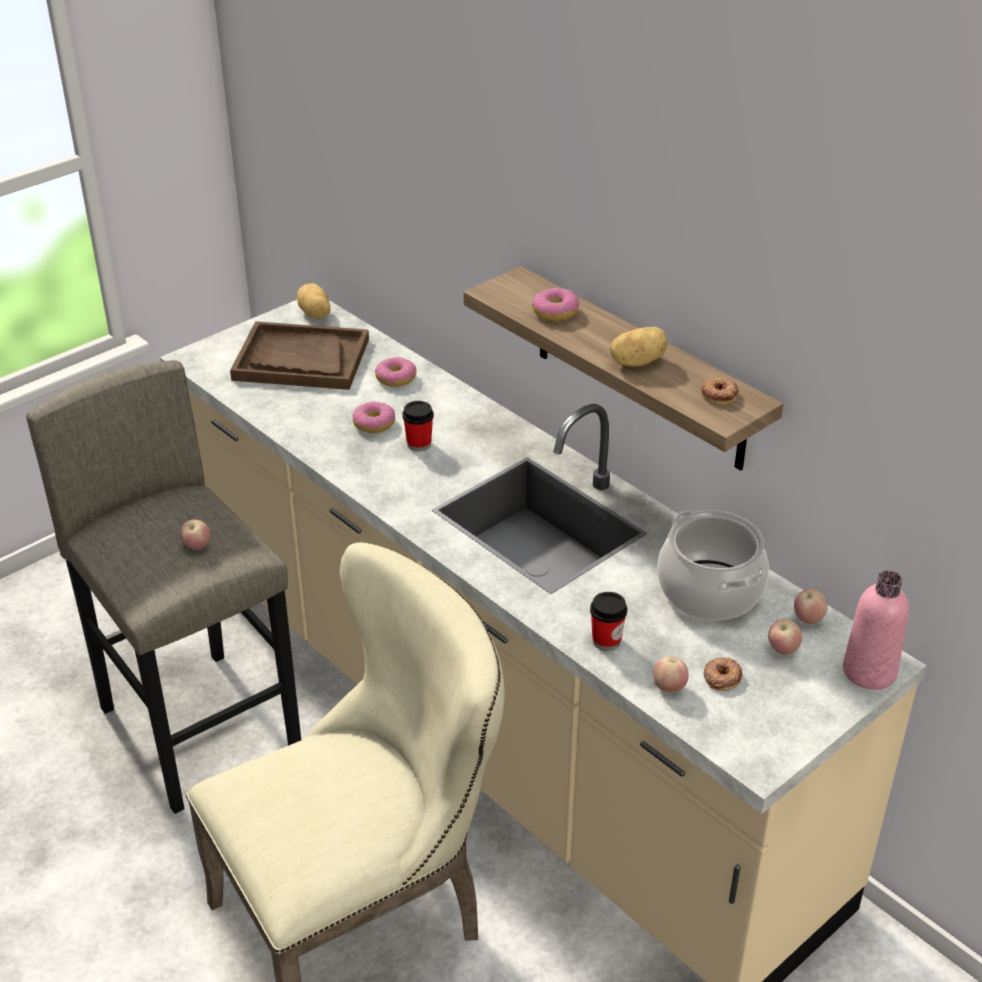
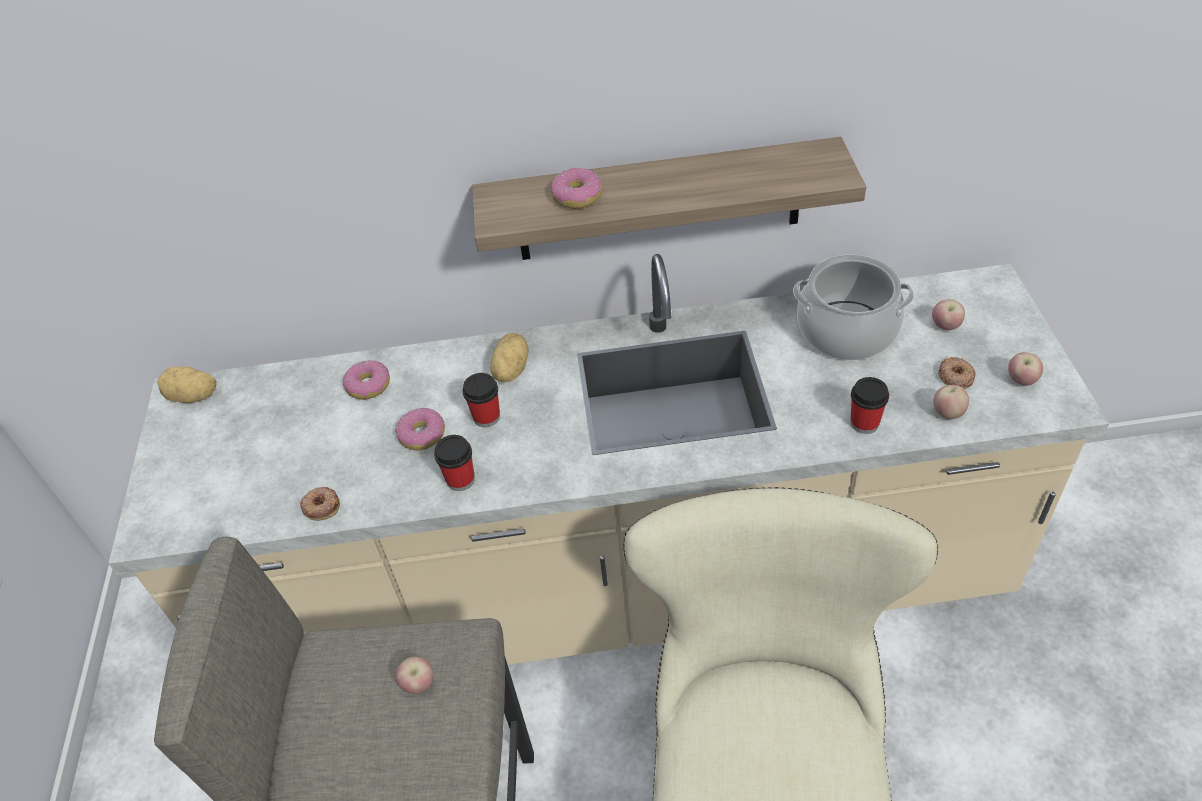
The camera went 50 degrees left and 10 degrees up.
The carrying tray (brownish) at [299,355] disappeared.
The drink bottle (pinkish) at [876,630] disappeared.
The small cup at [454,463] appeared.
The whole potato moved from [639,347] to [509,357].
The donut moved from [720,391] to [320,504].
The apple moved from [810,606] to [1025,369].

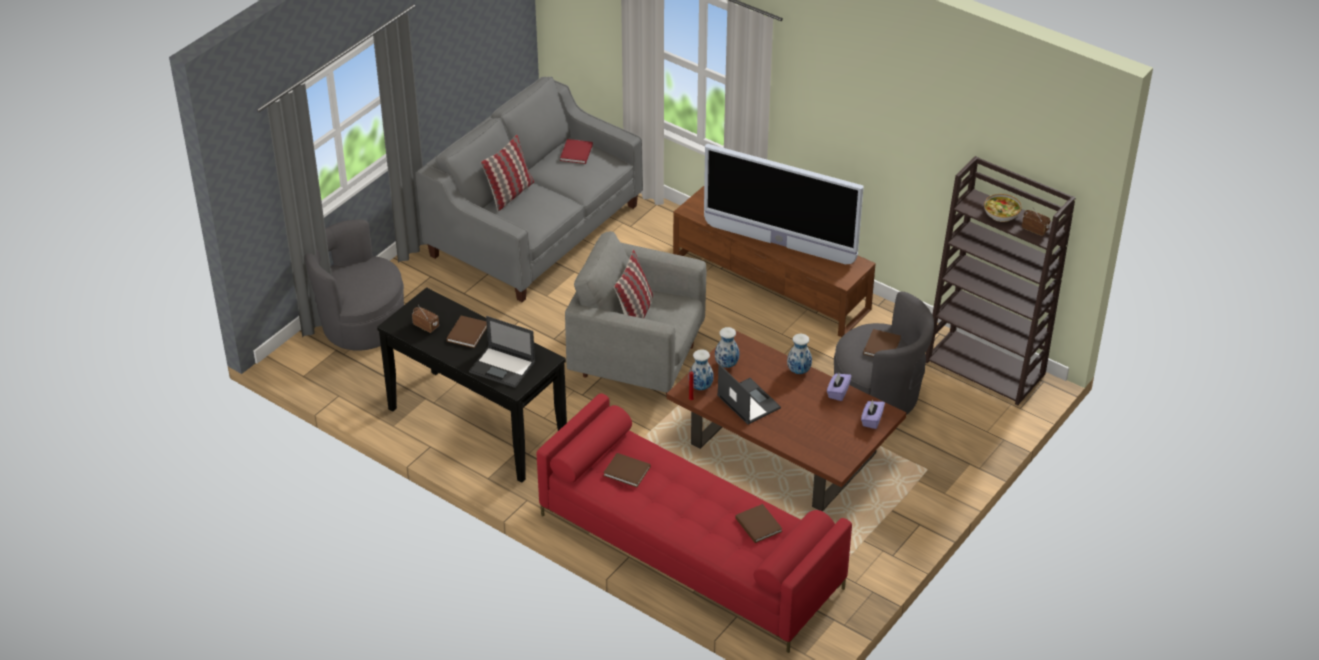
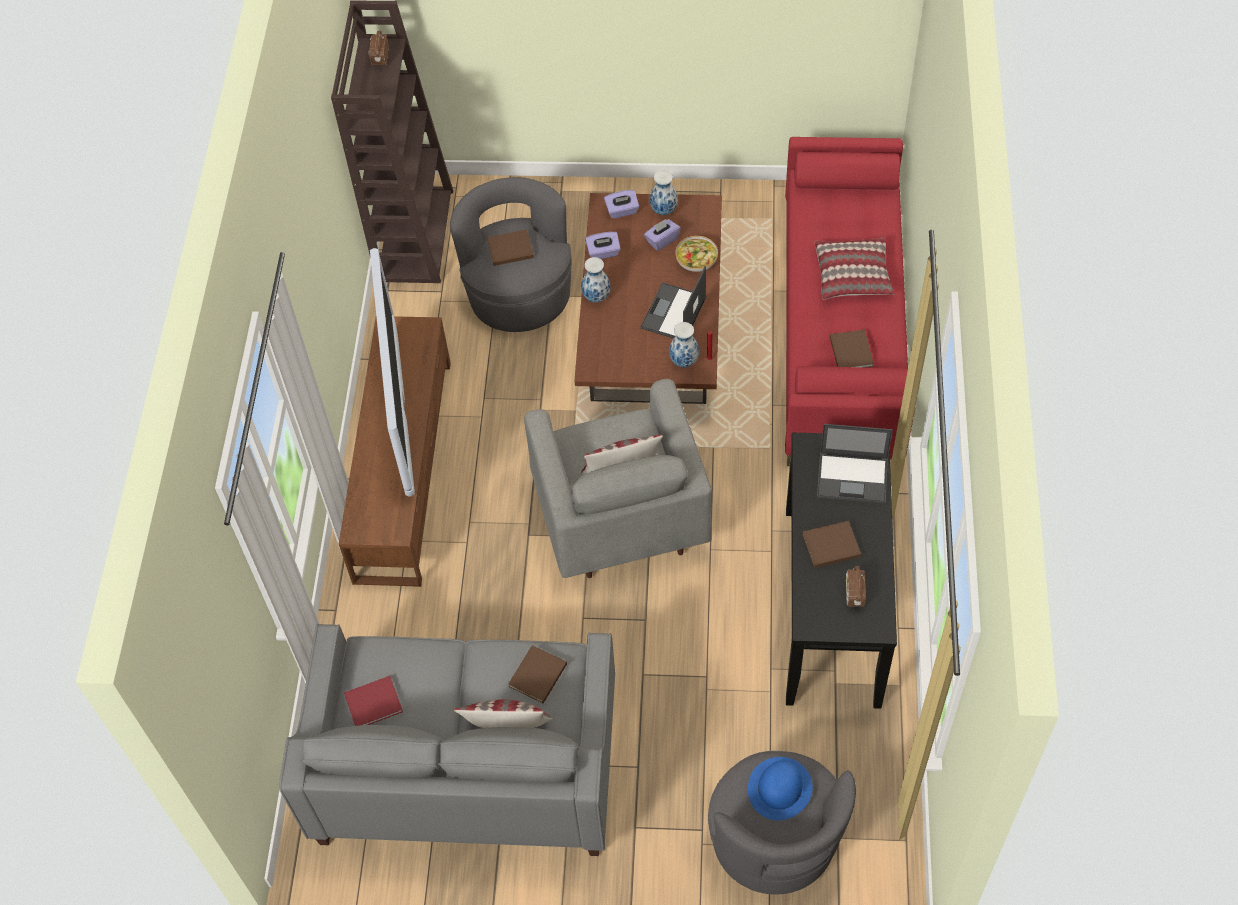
The camera went 120 degrees left and 15 degrees up.
The box of tissues (purplish) at [662,235] appeared.
The hat (bluish) at [780,788] appeared.
The pillow at [855,268] appeared.
The flower vase moved from [727,347] to [664,192].
The bound book (brownish) moved from [758,523] to [537,674].
The bowl moved from [1003,208] to [697,254].
The laptop at [502,352] turned 105 degrees clockwise.

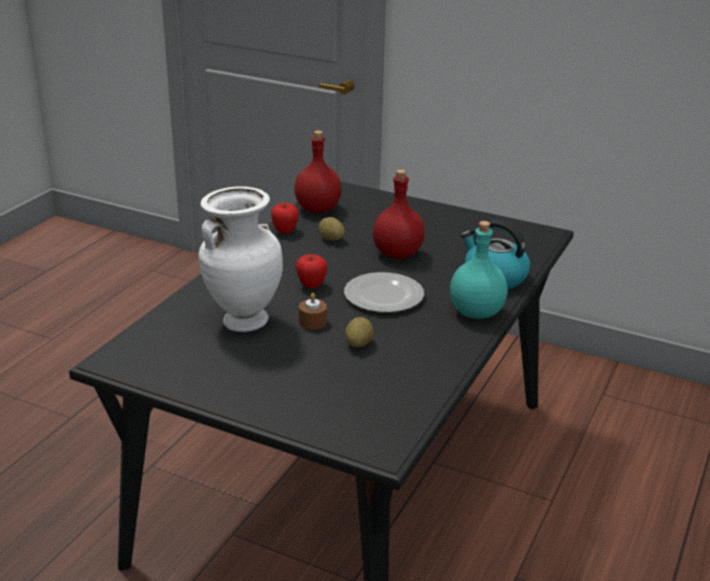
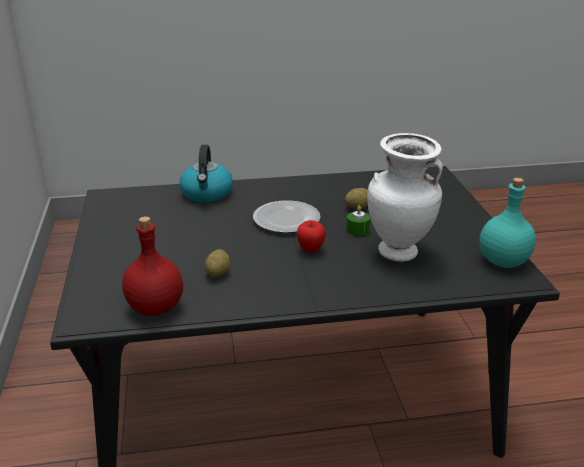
The camera went 125 degrees left and 0 degrees up.
The apple at [285,218] disappeared.
The drink bottle (red-coloured) at [399,214] disappeared.
The drink bottle (blue-green) moved from [479,270] to [507,223].
The wax light (brownish) at [313,311] became the wax light (green) at [358,220].

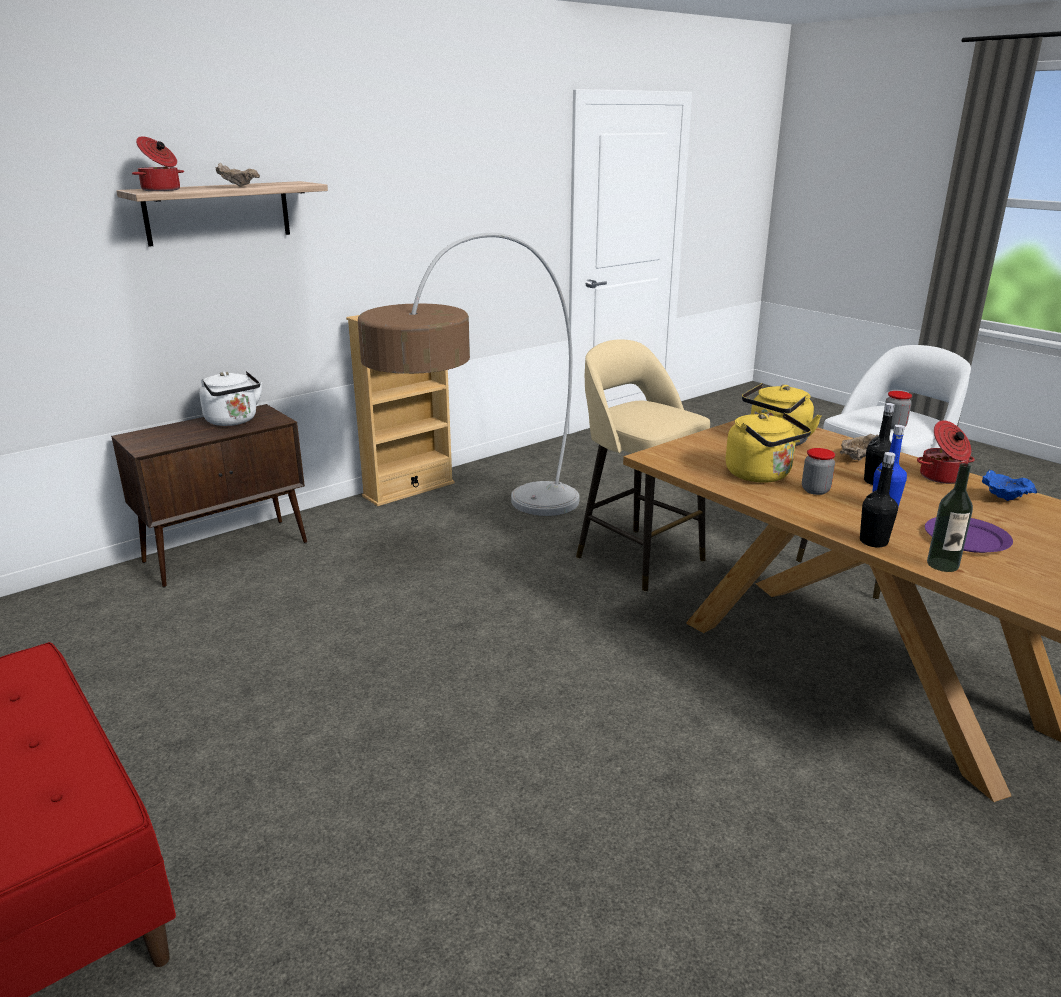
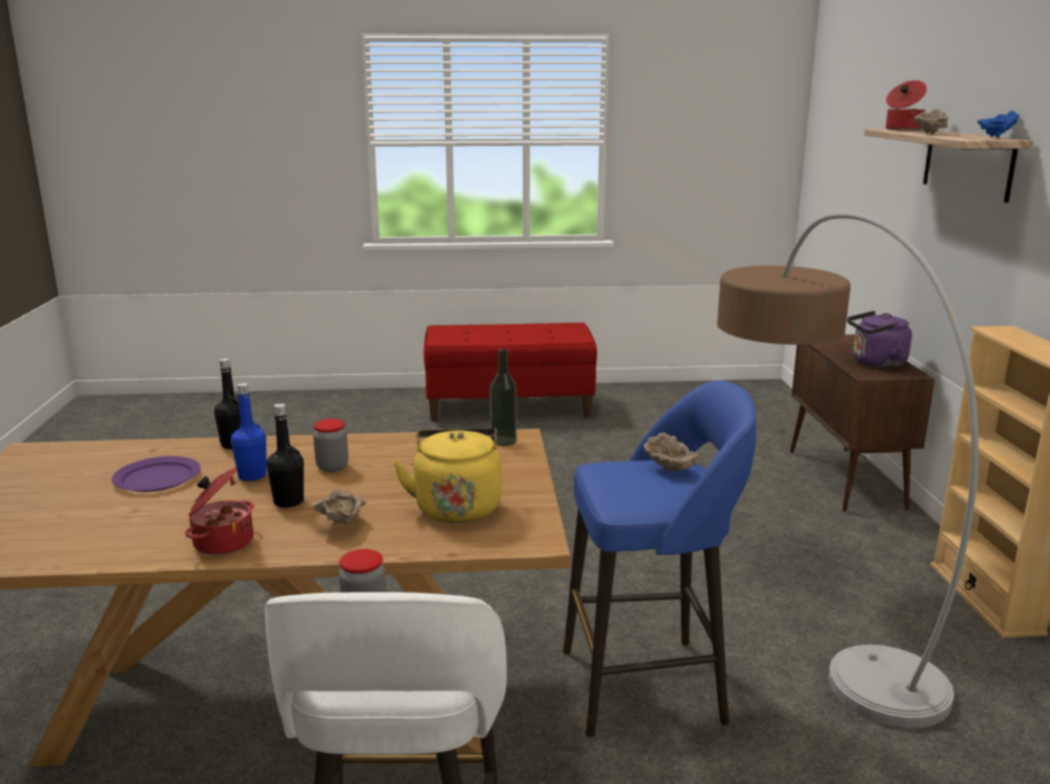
The camera went 125 degrees right and 5 degrees down.
The water kettle (yellow) at [768,448] disappeared.
The bowl (sand-coloured) at [671,451] appeared.
The drink bottle moved from [950,517] to [503,397].
The bowl (bluish) moved from [1009,485] to [998,124].
The water kettle (white) at [230,398] became the water kettle (purplish) at [879,339].
The stool seat (sand-coloured) at [643,465] became the stool seat (bluish) at [659,559].

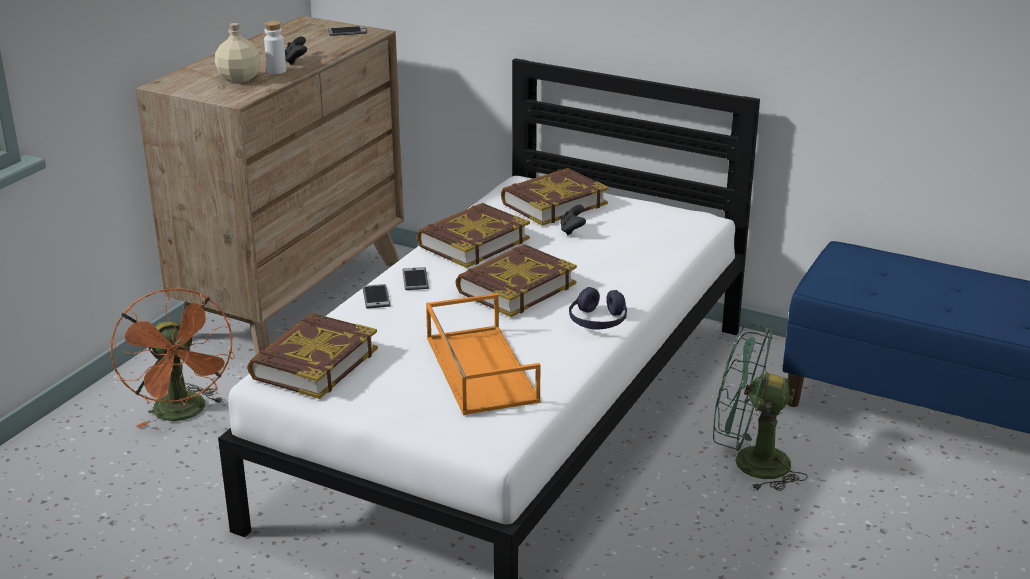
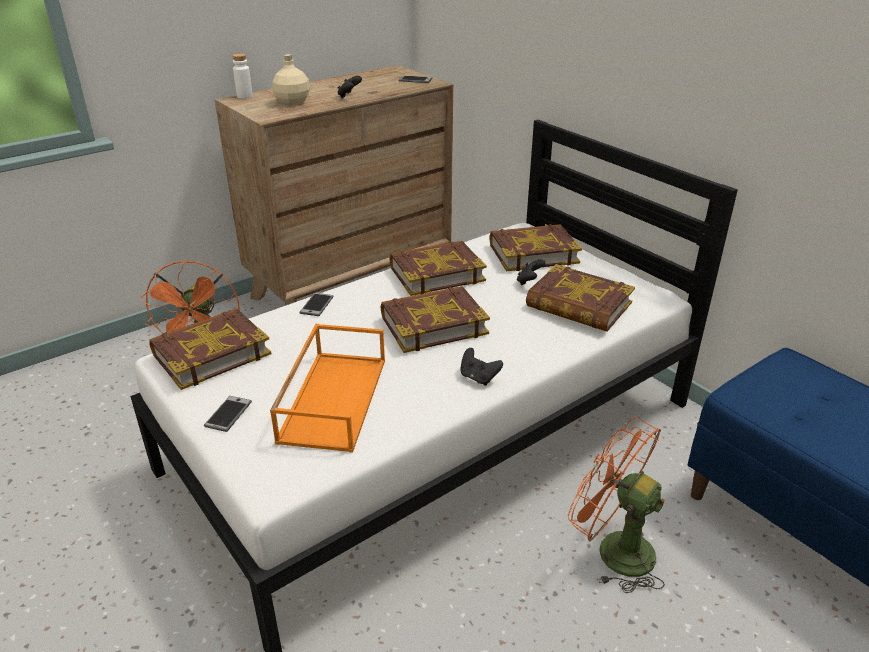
The camera went 25 degrees right and 5 degrees up.
The bound book at [580,298] appeared.
The drink bottle (white) moved from [275,47] to [243,76].
The telephone moved from [415,278] to [228,414].
The headphones (purplish) at [598,308] was replaced by the joypad (black) at [481,367].
The fan (green) at [760,407] became the fan (orangey) at [616,505].

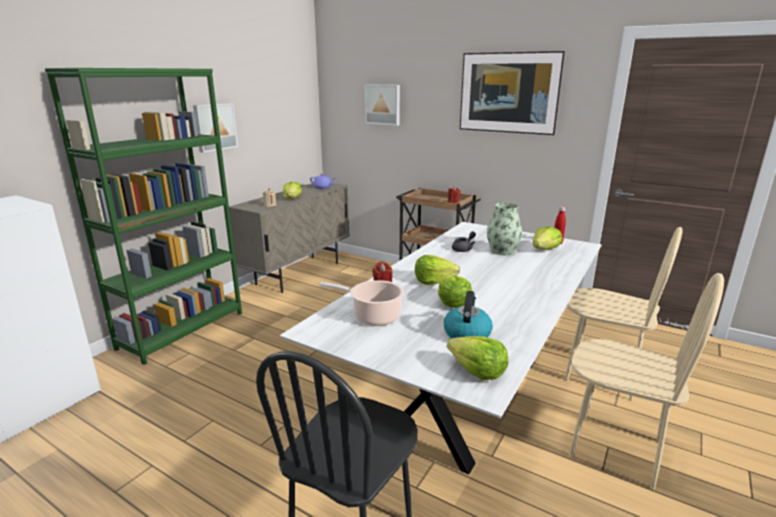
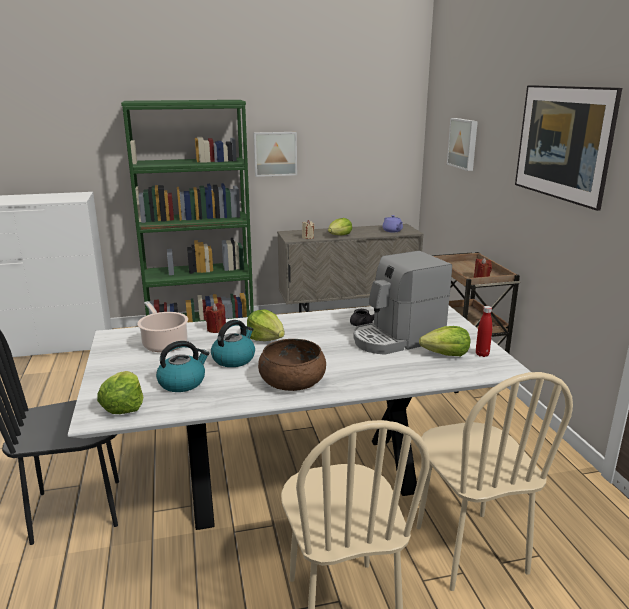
The camera went 45 degrees right and 0 degrees up.
The bowl (brownish) at [292,365] appeared.
The lettuce at [455,291] was replaced by the water kettle at [233,343].
The flower vase at [504,229] was replaced by the coffee maker at [403,303].

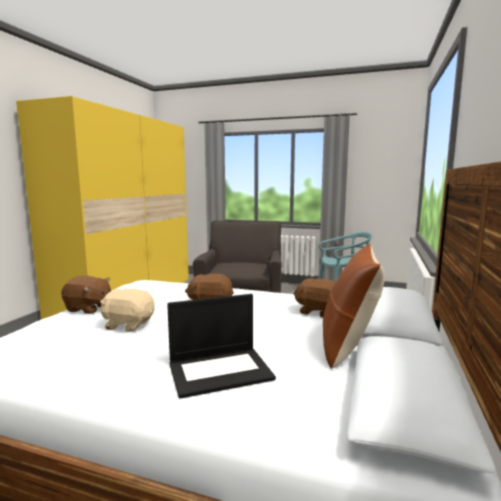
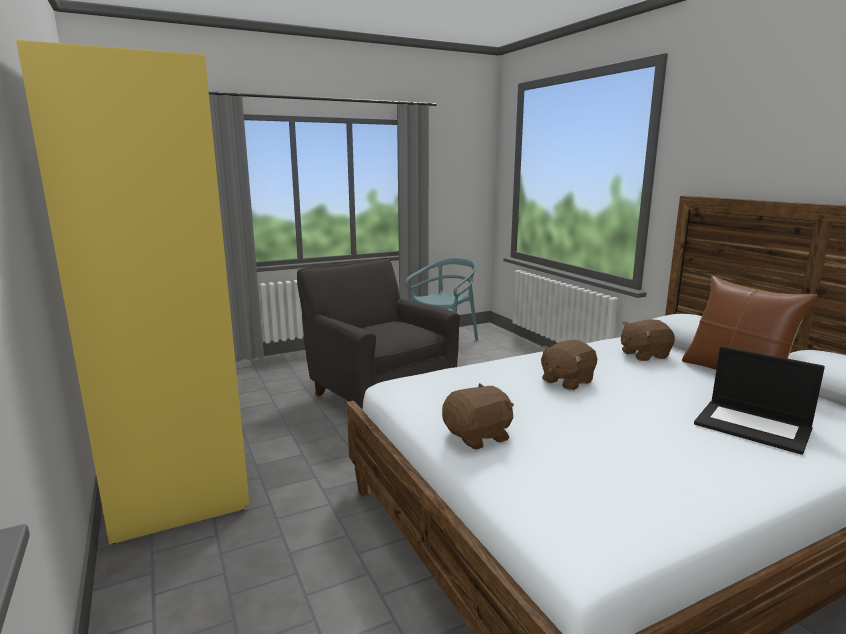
The camera went 45 degrees left and 5 degrees up.
The plush toy (sand-coloured) at [127,310] disappeared.
The laptop at [221,346] turned 105 degrees clockwise.

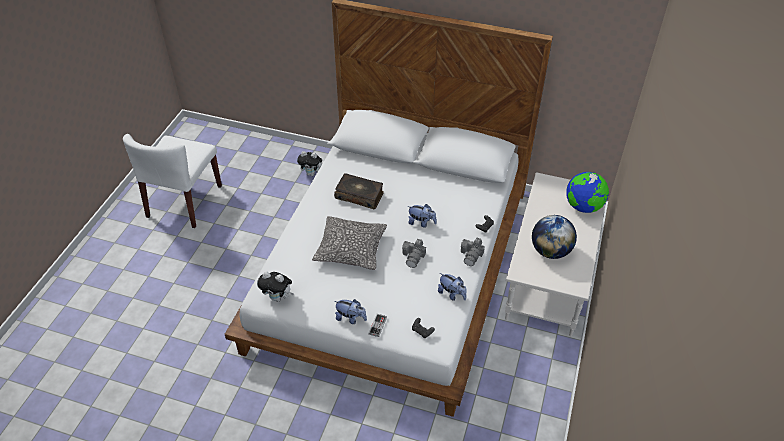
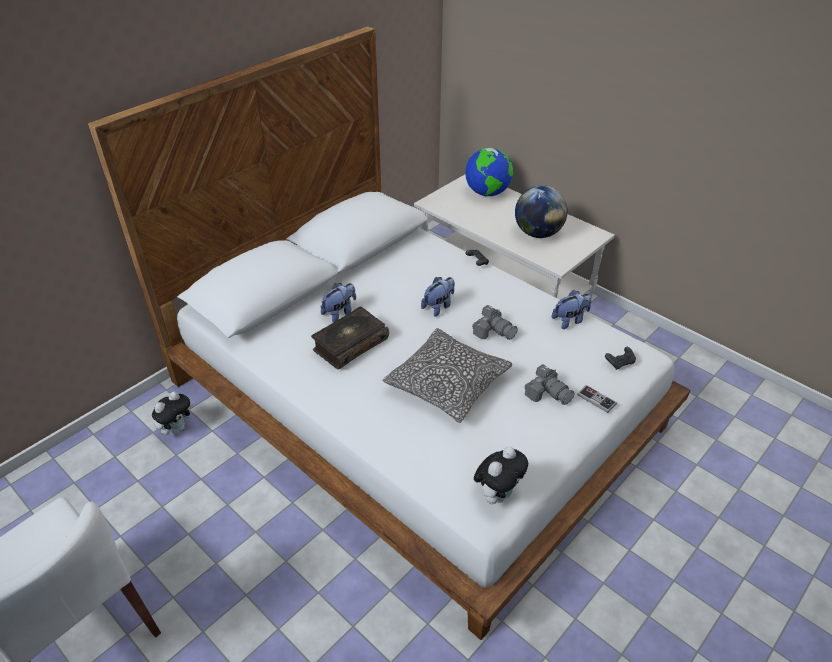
The camera went 65 degrees left and 5 degrees down.
The plush toy moved from [351,311] to [338,303].
The photo camera moved from [473,252] to [550,384].

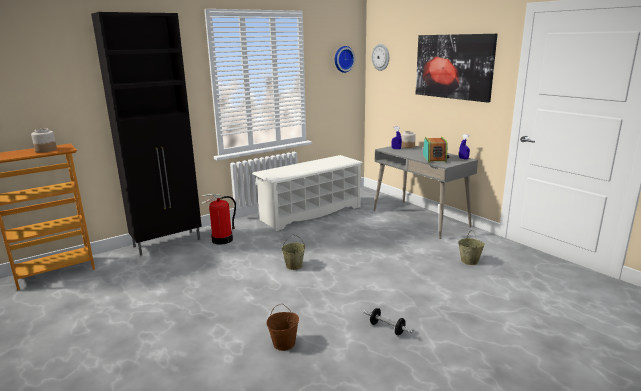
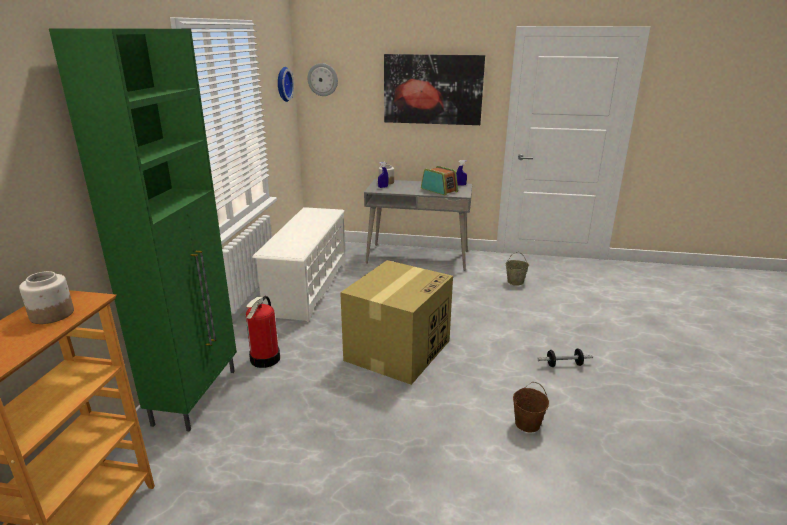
The camera went 45 degrees left and 5 degrees up.
The pail (sand-coloured) at [293,252] was replaced by the cardboard box at [396,322].
The cupboard (black) at [146,134] became the cupboard (green) at [143,230].

